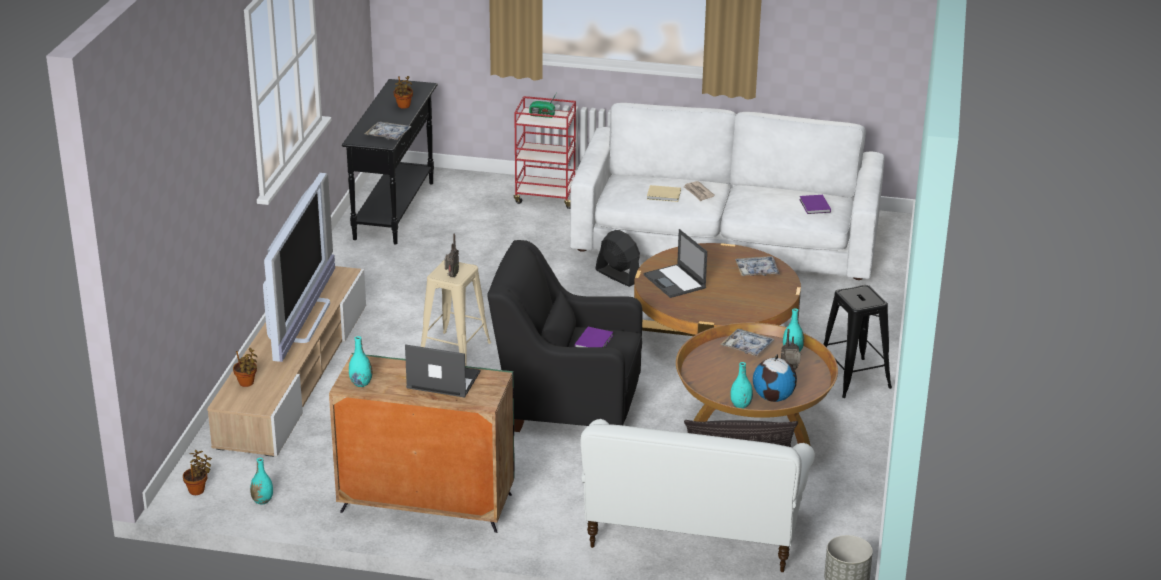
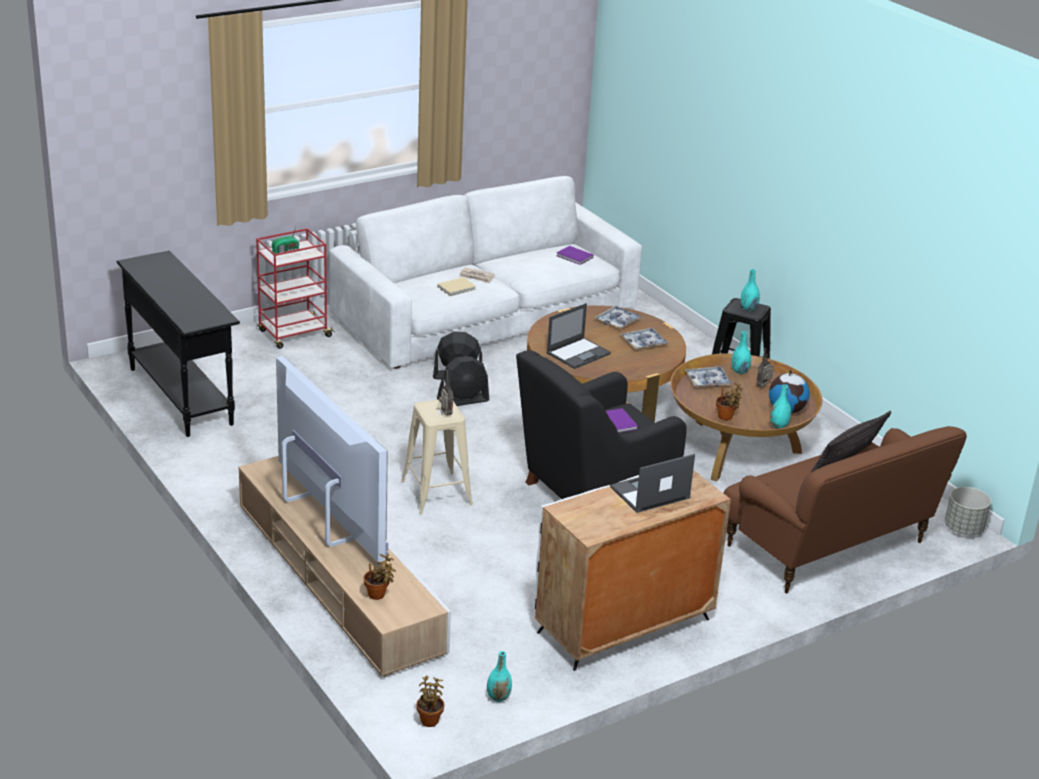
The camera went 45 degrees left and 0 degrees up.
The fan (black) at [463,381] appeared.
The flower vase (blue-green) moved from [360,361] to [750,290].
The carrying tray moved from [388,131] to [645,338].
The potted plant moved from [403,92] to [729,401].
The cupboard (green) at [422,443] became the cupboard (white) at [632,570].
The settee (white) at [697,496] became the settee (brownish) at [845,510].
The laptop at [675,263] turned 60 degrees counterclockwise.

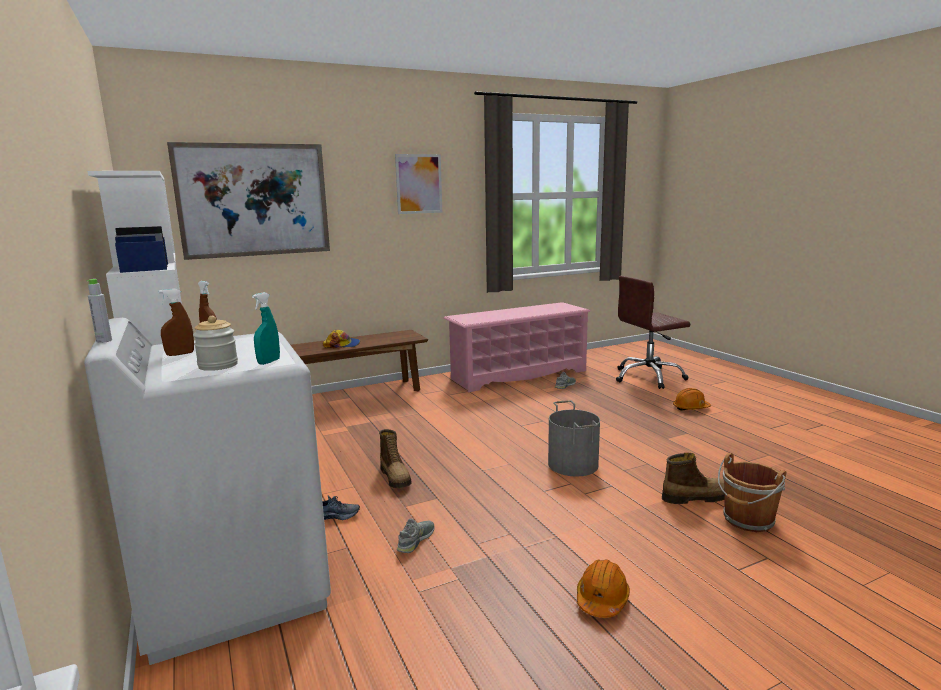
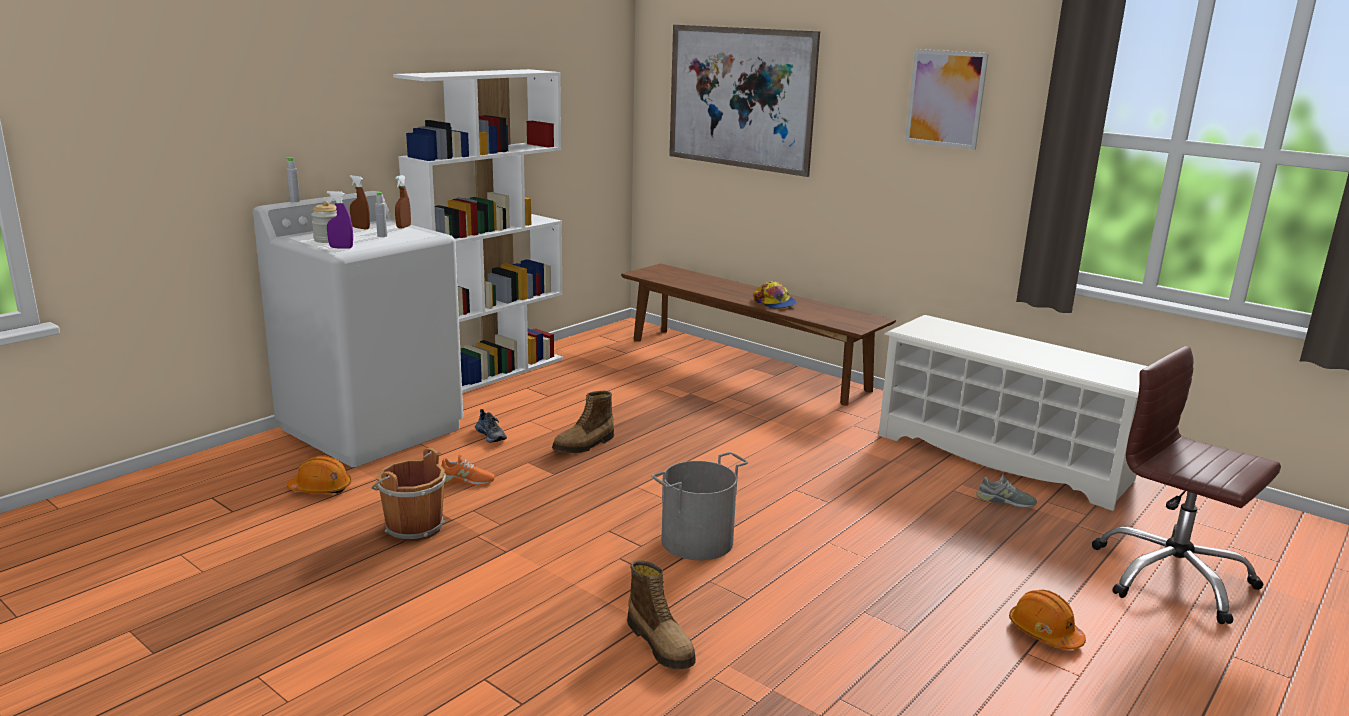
The camera went 65 degrees right and 5 degrees up.
The drink bottle (gray) at [381,214] appeared.
The hard hat (orangey) moved from [603,588] to [319,474].
The pail (brownish) moved from [752,492] to [408,494].
The sprayer (blue-green) at [266,328] became the sprayer (purplish) at [340,220].
The shoe (gray) at [415,536] became the shoe (orangey) at [468,469].
The shoe stand (pinkish) at [516,347] became the shoe stand (white) at [1012,413].

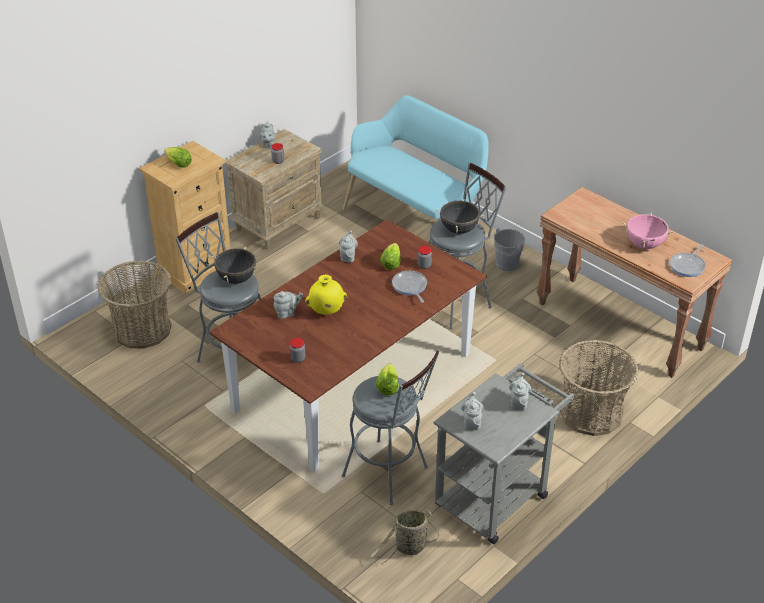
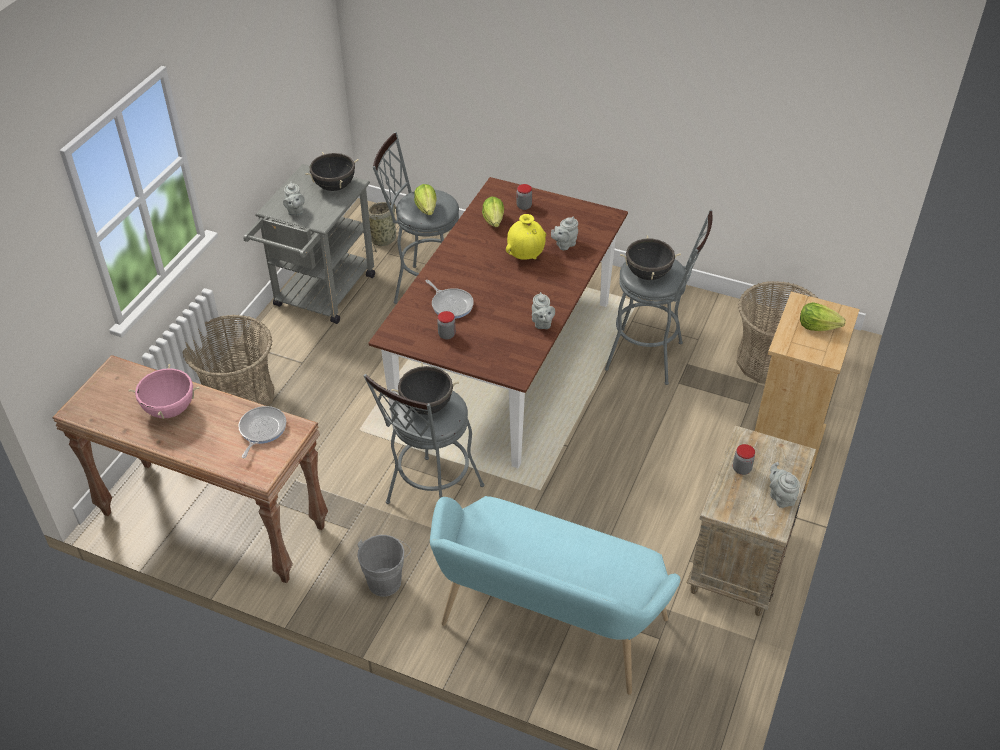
The camera went 160 degrees right and 5 degrees up.
The lettuce moved from [390,256] to [493,212].
The pan moved from [688,260] to [262,432].
The teapot (gray) at [472,411] was replaced by the saucepot (black) at [332,171].

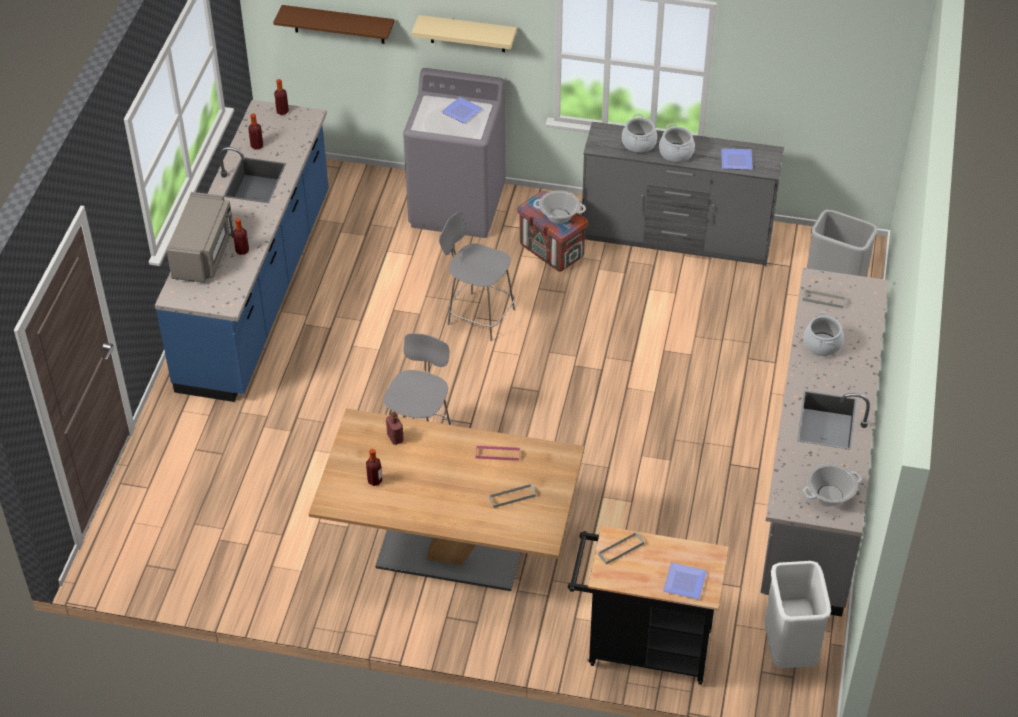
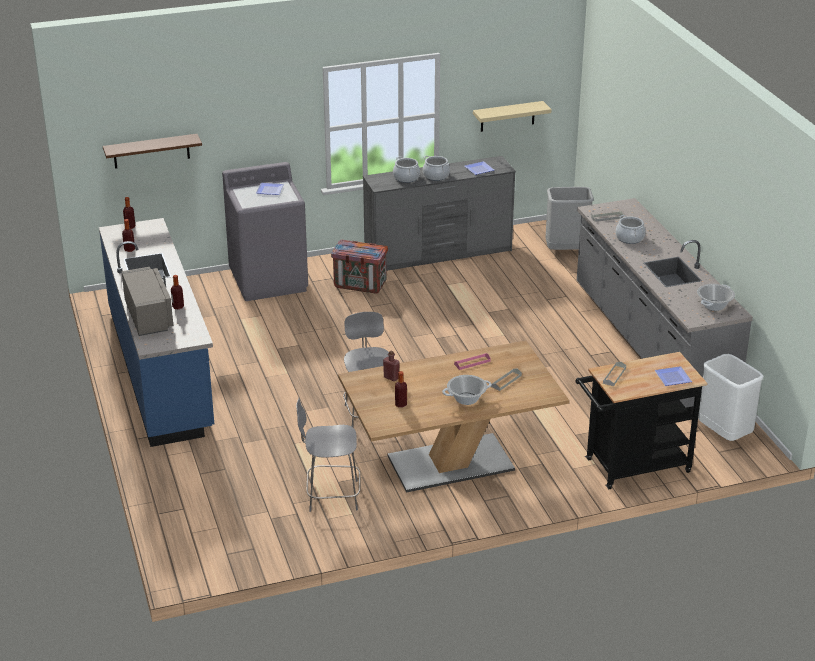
The camera went 30 degrees left and 15 degrees down.
The wall shelf (sand-coloured) moved from [464,33] to [512,116].
The plain chair (gray) moved from [477,276] to [328,455].
The saucepot moved from [559,207] to [467,390].

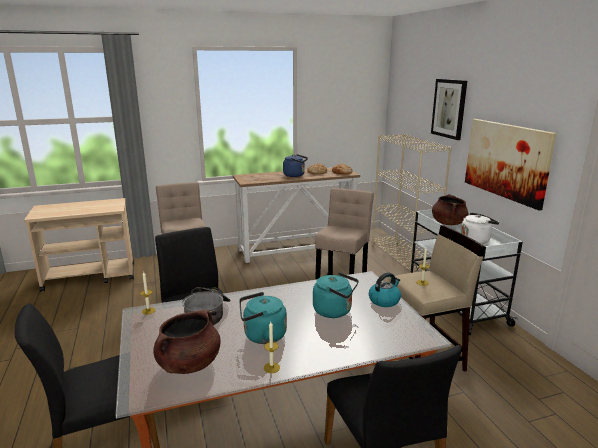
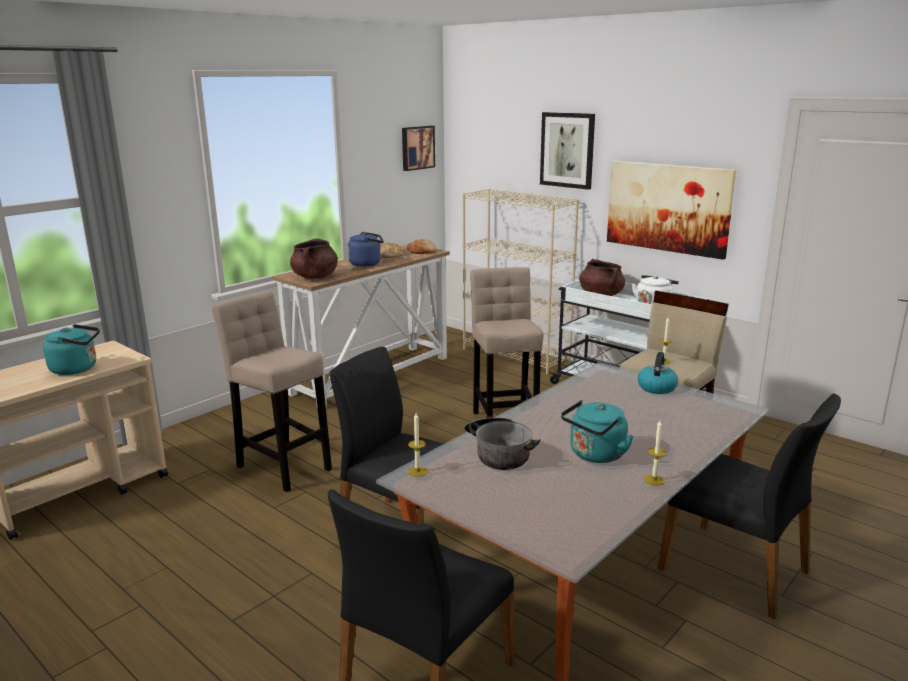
The camera went 30 degrees left and 0 degrees up.
The wall art at [418,148] appeared.
The saucepot (brownish) moved from [187,341] to [314,258].
The water kettle (blue-green) moved from [336,295] to [71,349].

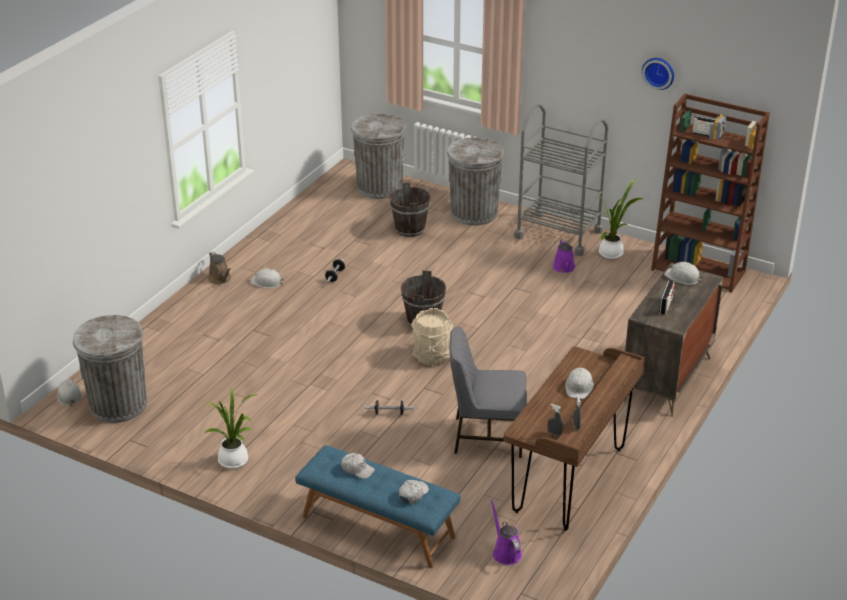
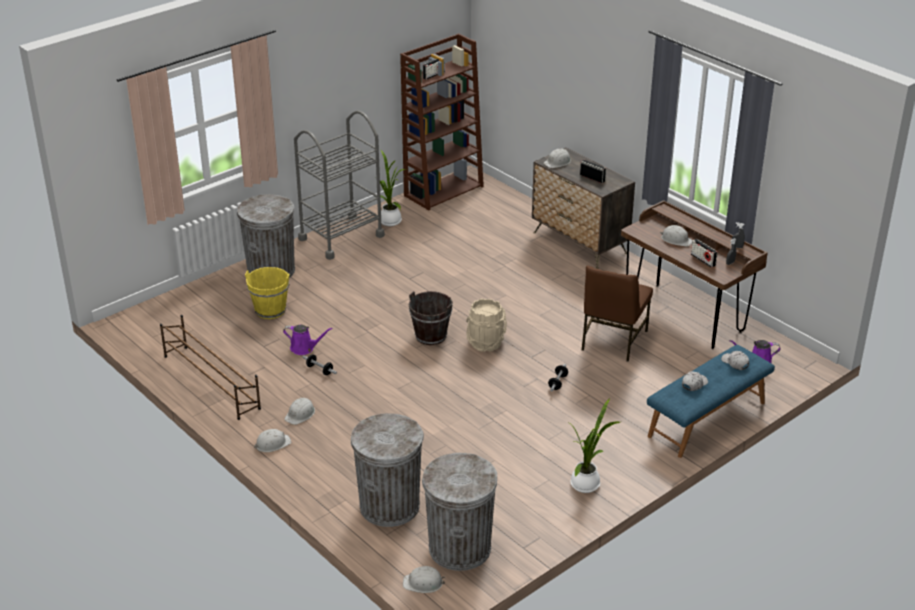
The camera went 70 degrees left and 0 degrees up.
The wall clock at [658,74] disappeared.
The shoe stand (brownish) at [210,367] appeared.
The radio set at [704,253] appeared.
The trash can (gray) moved from [378,156] to [387,470].
The watering can (purplish) moved from [564,256] to [307,340].
The watering can (brownish) at [219,267] was replaced by the hard hat (white) at [272,440].
The pail (brownish) at [410,210] became the pail (yellow) at [267,293].
The plain chair (gray) at [488,392] became the plain chair (brownish) at [617,313].

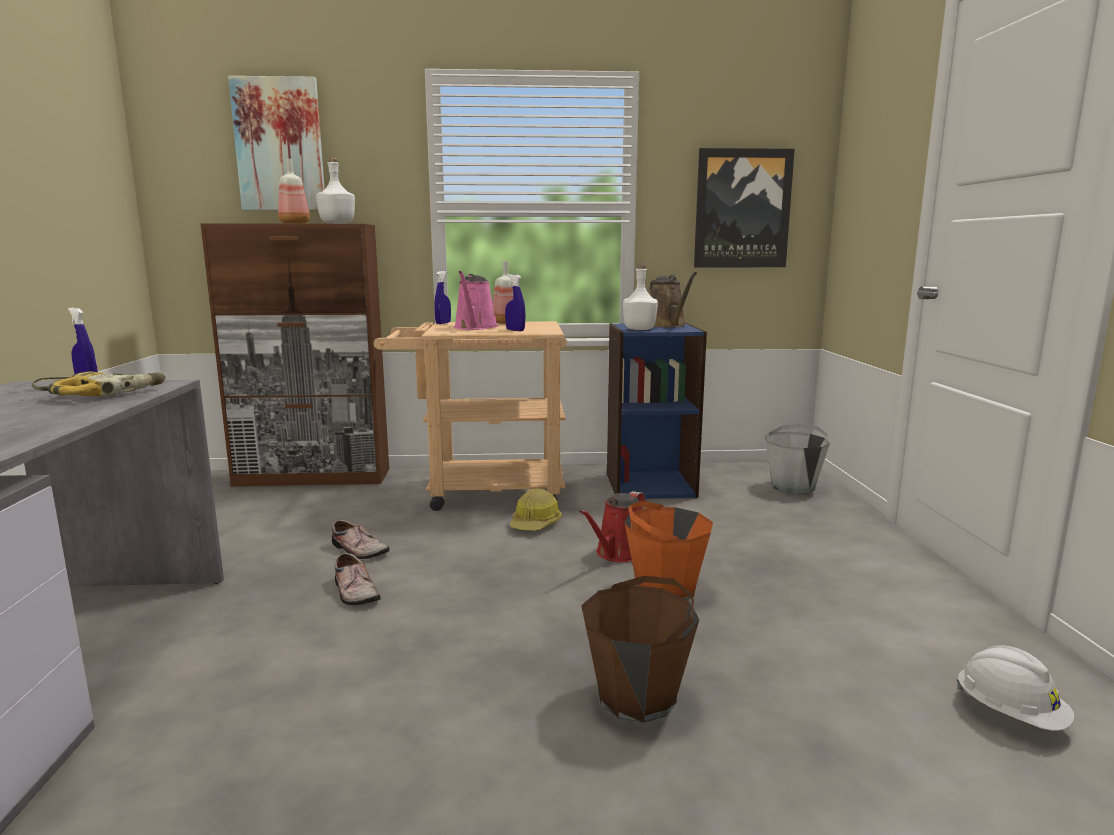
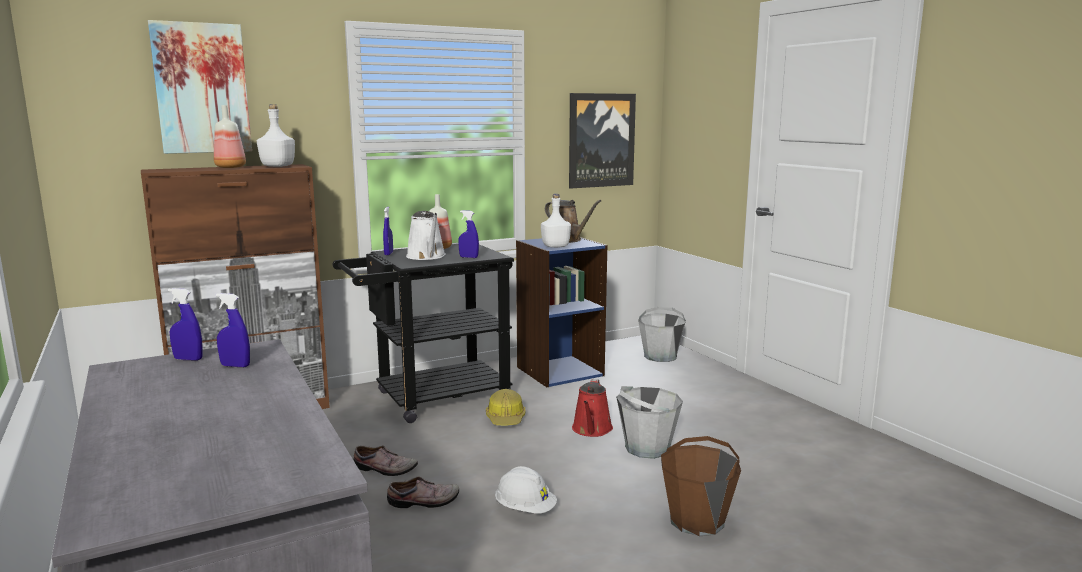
The camera went 25 degrees left and 0 degrees up.
The hard hat (white) moved from [1015,688] to [526,490].
The power drill at [98,384] was replaced by the sprayer (bluish) at [233,330].
The cart (sand-coloured) at [470,416] became the cart (black) at [423,333].
The watering can (pinkish) at [476,300] became the watering can (white) at [426,235].
The pail (orangey) at [668,550] became the pail (gray) at [649,422].
The shoe at [358,579] turned 45 degrees counterclockwise.

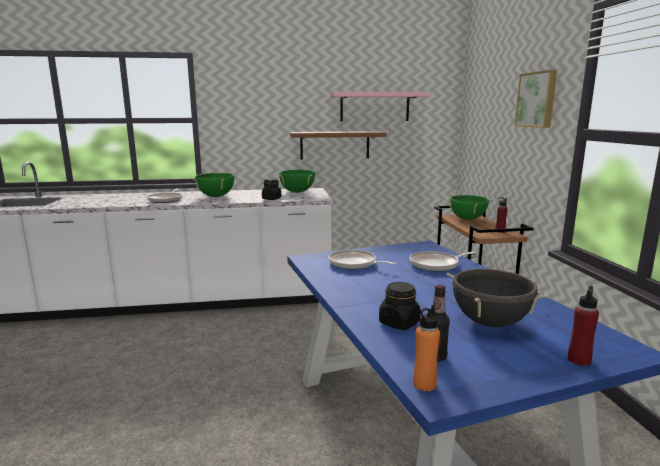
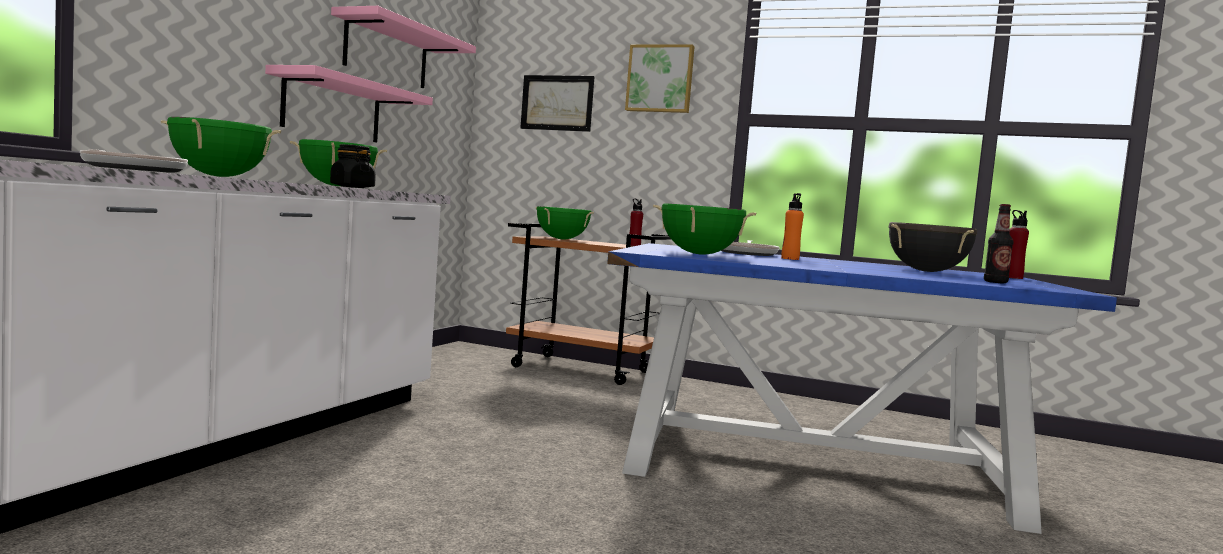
The camera went 60 degrees left and 10 degrees down.
The jar (black) at [400,306] disappeared.
The wall art at [557,103] appeared.
The drink bottle (orangey) moved from [426,348] to [792,226].
The pan at [362,260] was replaced by the saucepot (green) at [704,229].
The wall shelf (brownish) at [338,145] became the wall shelf (pinkish) at [349,104].

